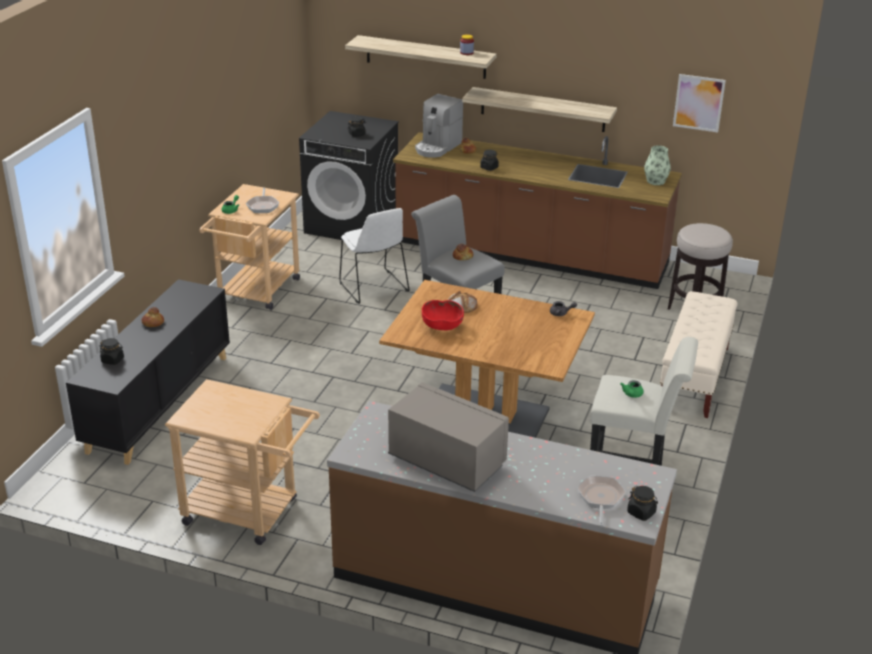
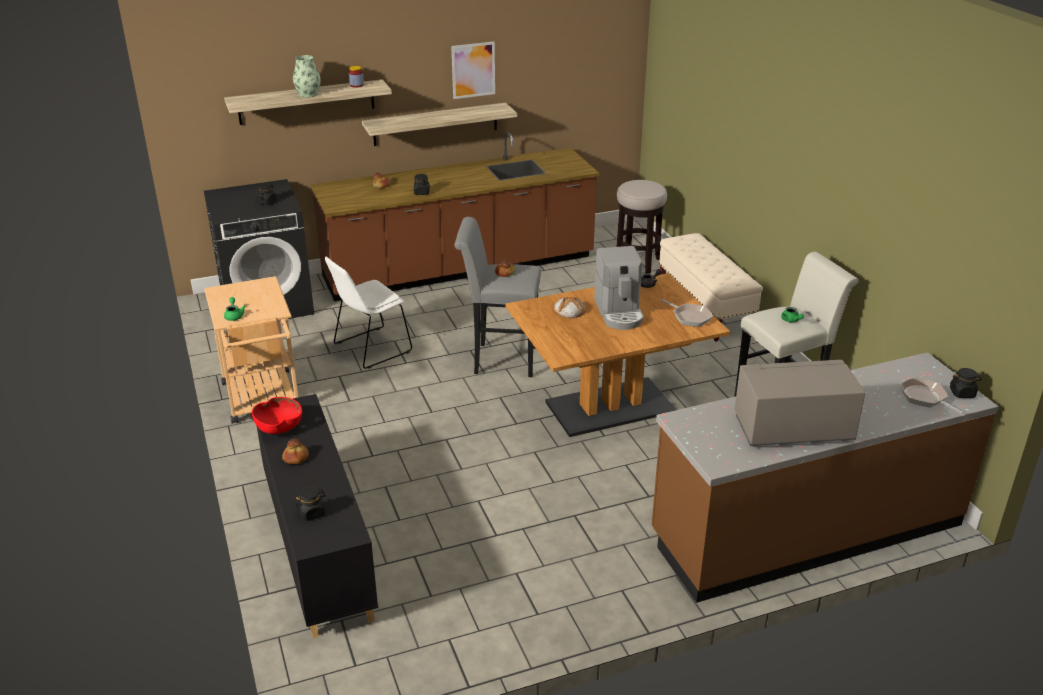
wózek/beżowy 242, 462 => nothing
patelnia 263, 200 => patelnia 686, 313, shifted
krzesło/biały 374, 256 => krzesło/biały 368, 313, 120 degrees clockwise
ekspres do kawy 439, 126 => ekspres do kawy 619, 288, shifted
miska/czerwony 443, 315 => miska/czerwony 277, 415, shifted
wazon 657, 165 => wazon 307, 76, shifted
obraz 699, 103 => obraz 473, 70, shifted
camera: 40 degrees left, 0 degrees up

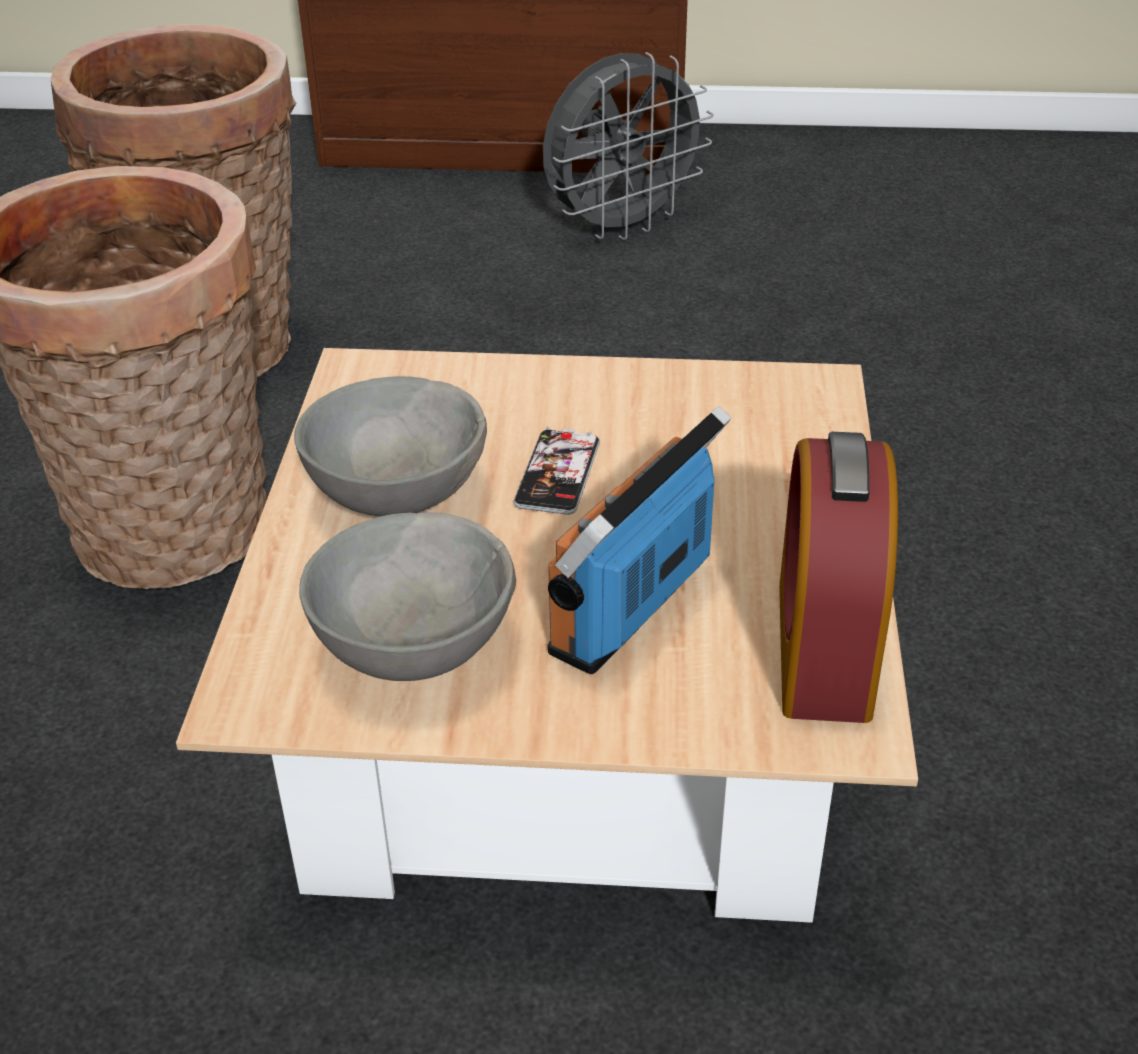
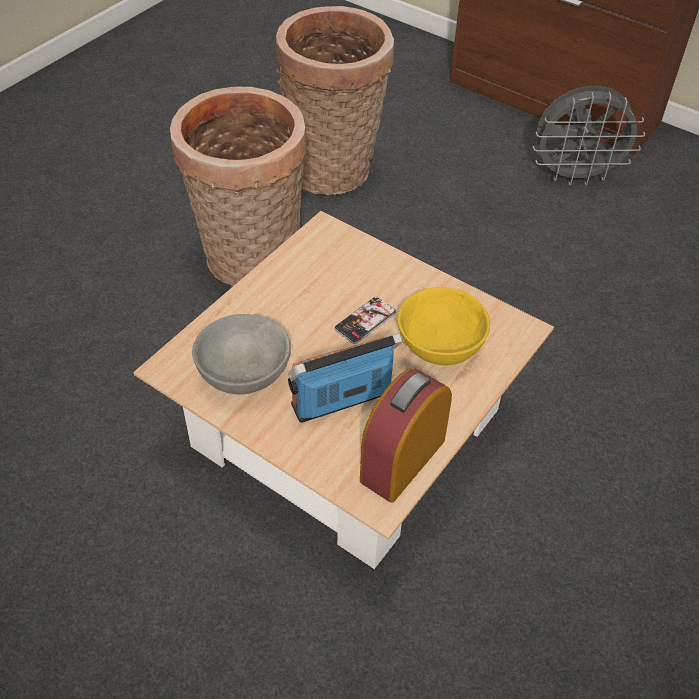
miska/szary 390, 446 => nothing
nothing => miska/żółty 443, 326
camera: 30 degrees right, 10 degrees up

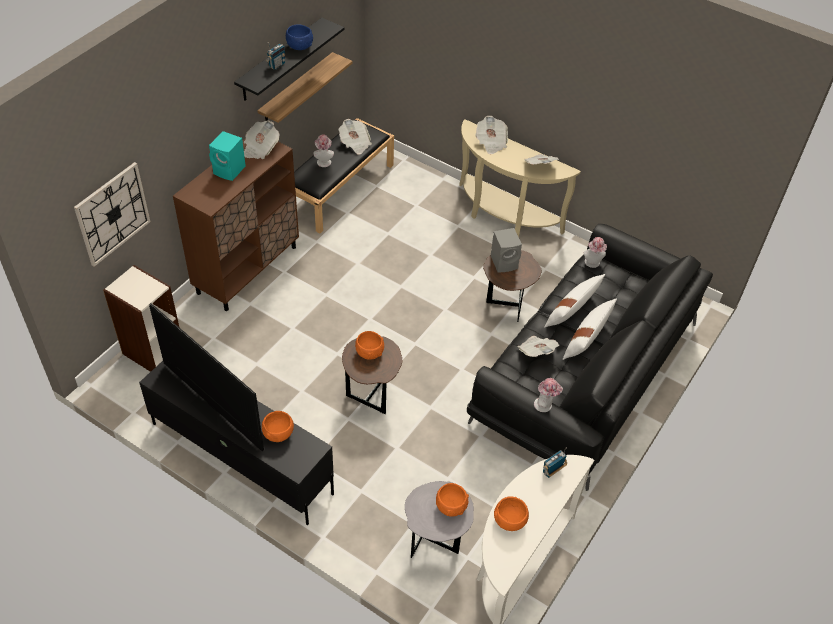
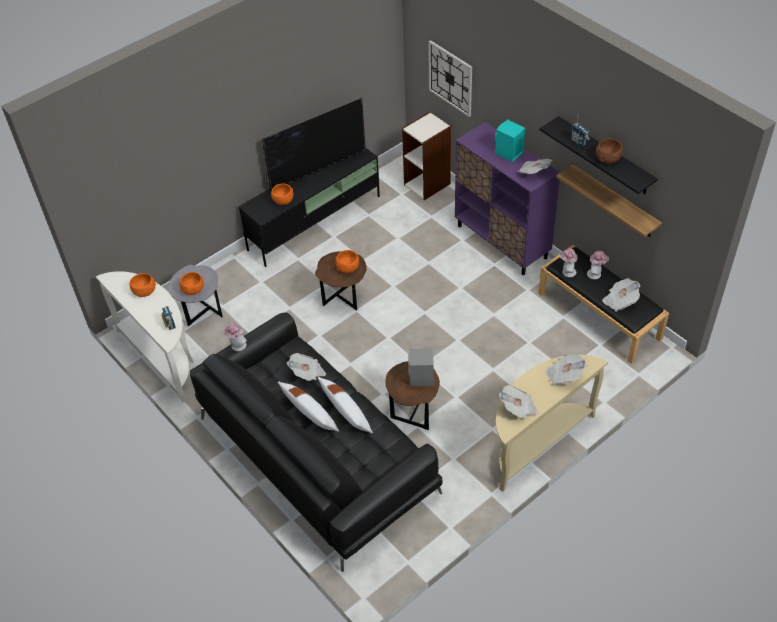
szafka/brązowy 236, 224 => szafka/fioletowy 508, 198
miska/niebieski 299, 37 => miska/brązowy 609, 151
kapelusz 595, 252 => kapelusz 568, 262, shifted
camera: 110 degrees right, 0 degrees up

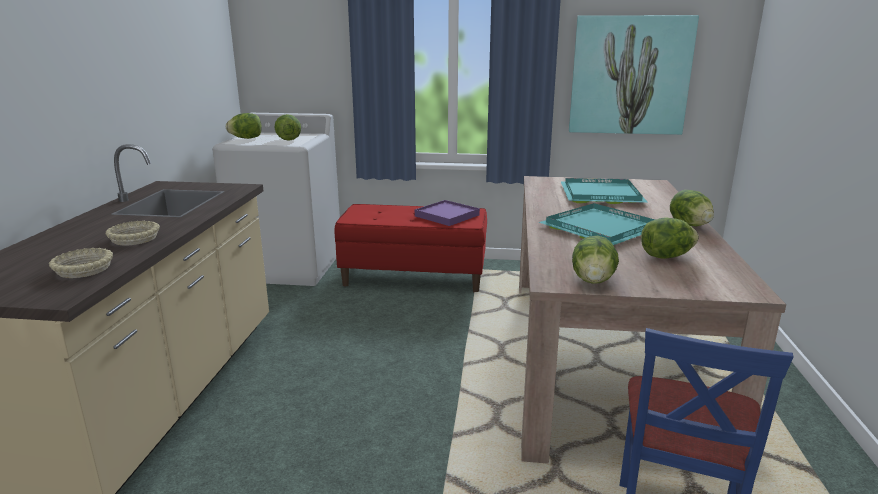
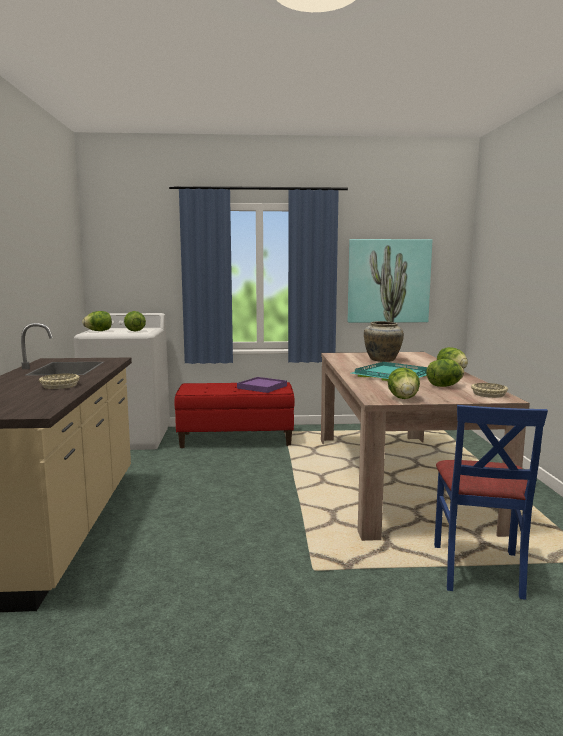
miska/beżowy 81, 263 => miska/beżowy 489, 390, shifted
taca/turkusowy 604, 191 => wazon/beżowy 384, 341
camera: 10 degrees left, 10 degrees down

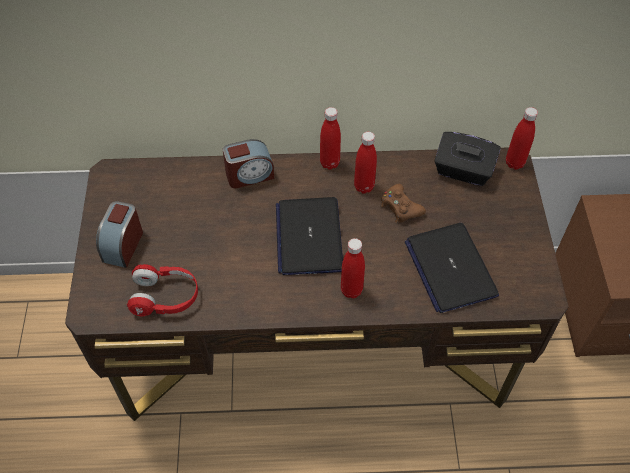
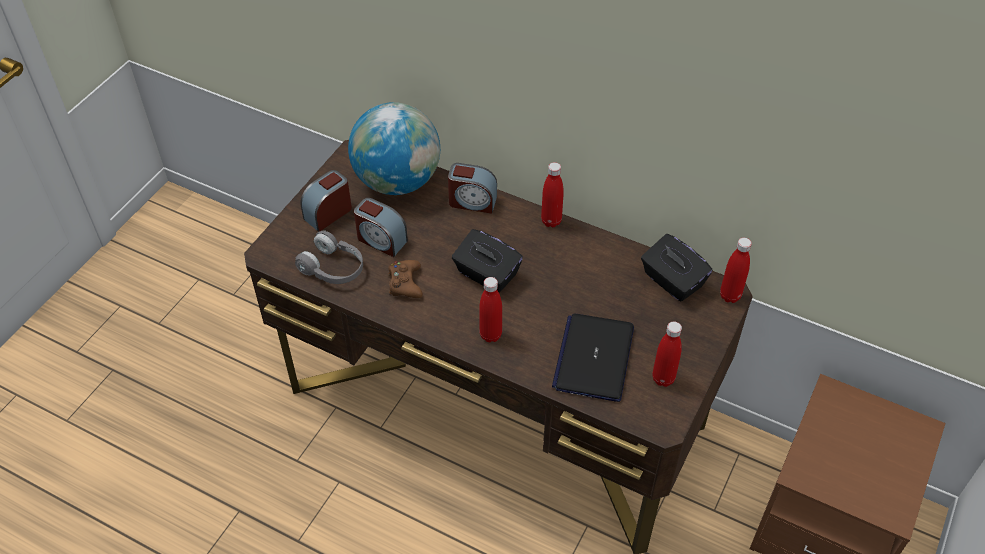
słuchawki/czerwony 162, 290 => słuchawki/szary 329, 257
laptop 309, 236 => pudełko chusteczek/czarny 487, 261
butelka/czerwony 365, 163 => butelka/czerwony 667, 354, shifted
pad do gier/brązowy 403, 203 => pad do gier/brązowy 405, 279, shifted
nothing => globus 394, 148
nothing => budzik 381, 227
camera: 30 degrees right, 5 degrees down

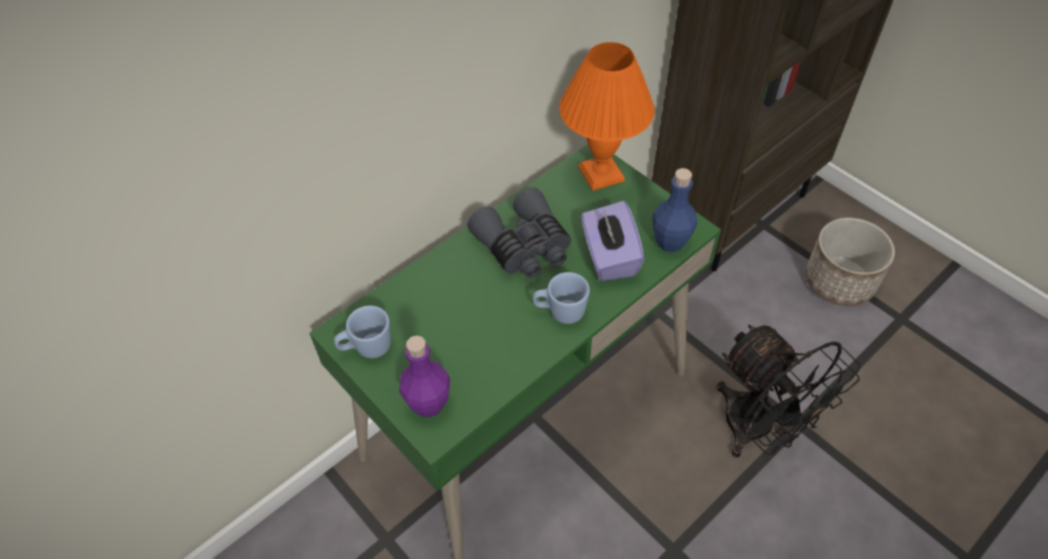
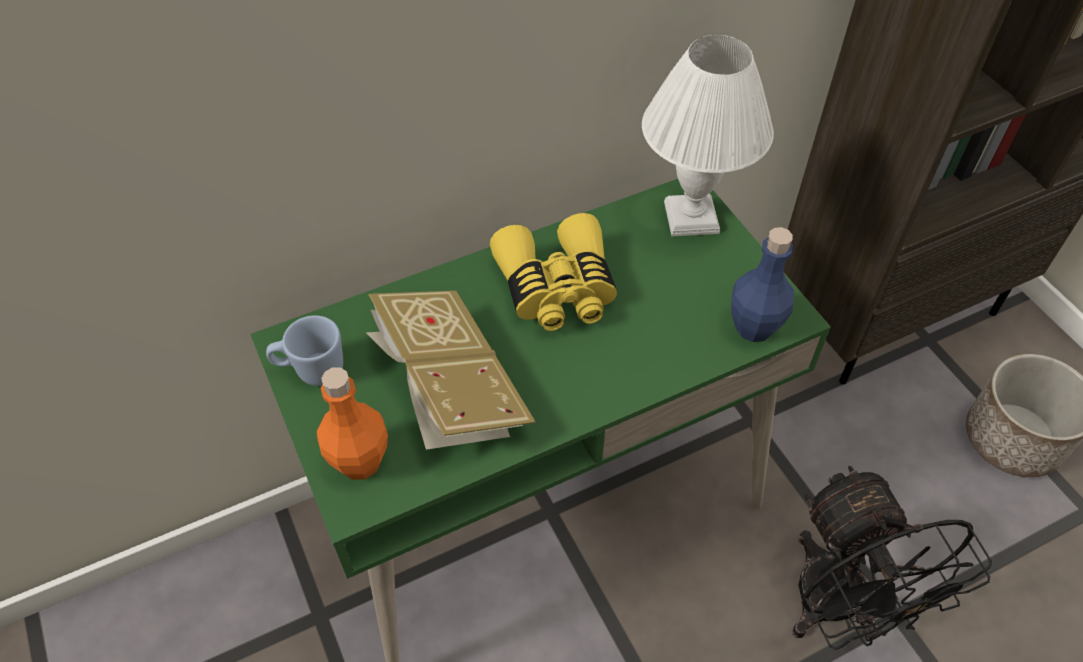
butelka/fioletowy 424, 376 => butelka/pomarańczowy 352, 423
lornetka/szary 519, 232 => lornetka/żółty 553, 272
kubek/niebieski 561, 298 => nothing
lampa stołowa/pomarańczowy 607, 116 => lampa stołowa/biały 708, 135
pudełko chusteczek/fioletowy 612, 241 => nothing
nothing => książka 451, 370
camera: 15 degrees right, 0 degrees up

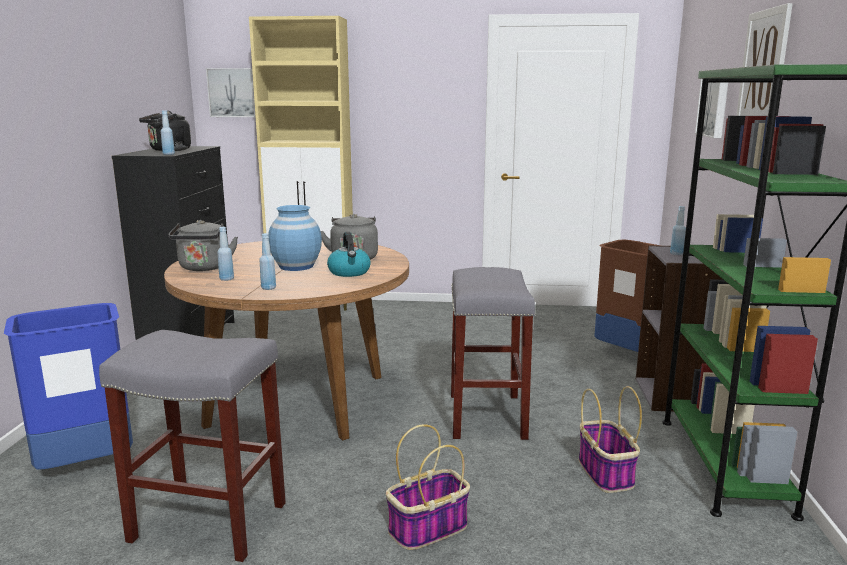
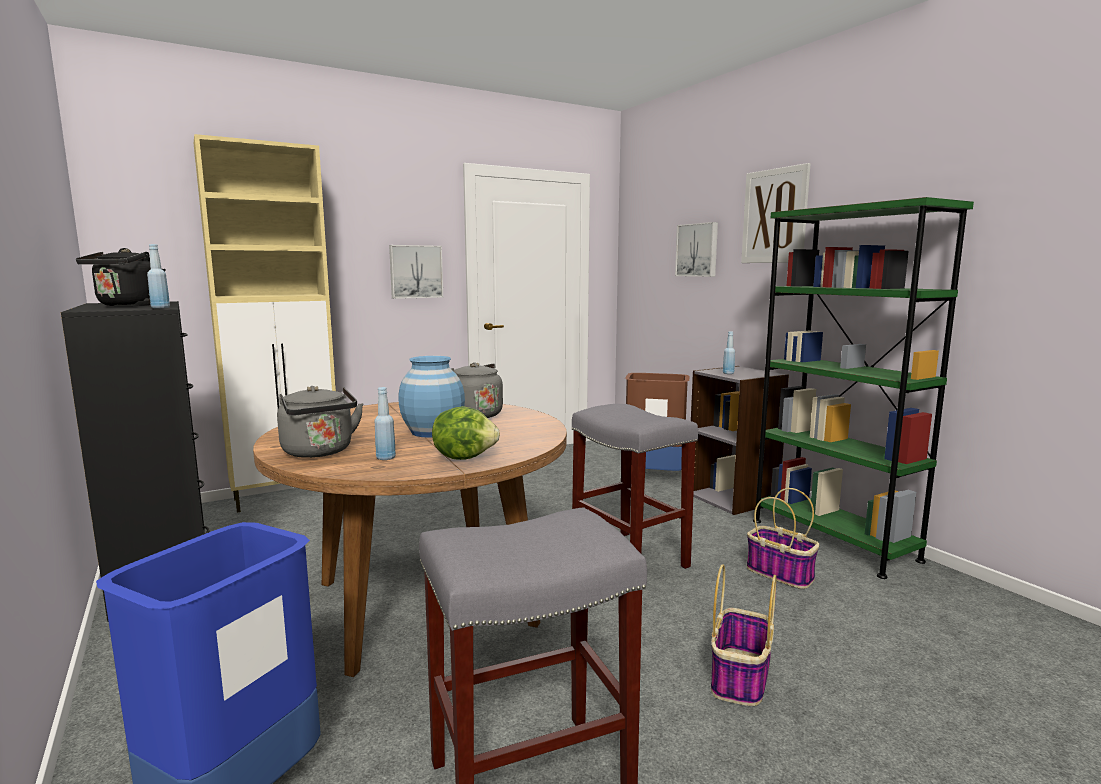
obraz 231, 92 => obraz 416, 272, shifted
butelka/niebieski 267, 261 => sałata 466, 433
czajnik 349, 254 => nothing
camera: 35 degrees left, 5 degrees down

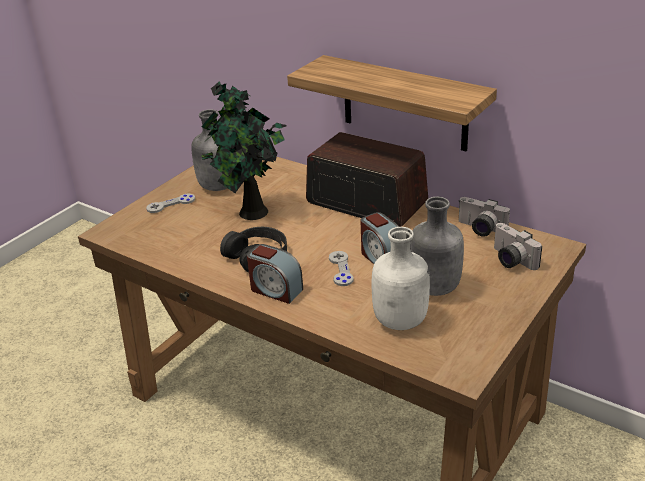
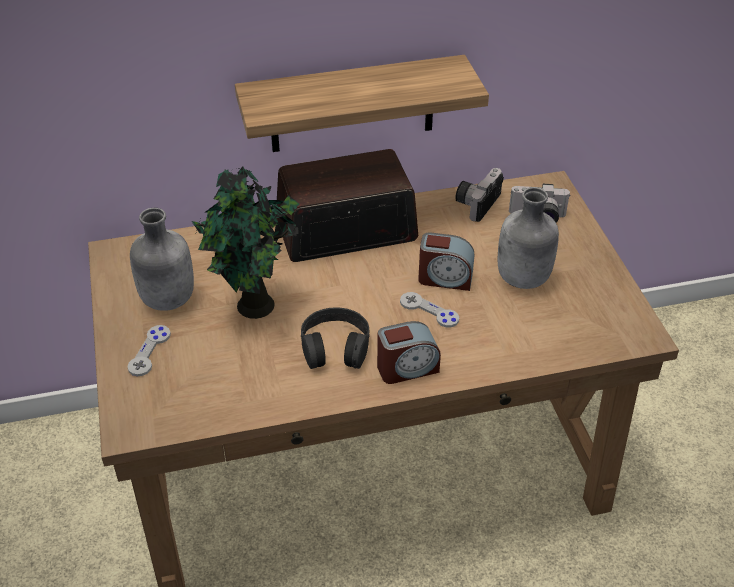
butelka/biały 401, 278 => nothing
aparat fotograficzny 484, 217 => aparat fotograficzny 479, 195, 135 degrees clockwise
camera: 50 degrees left, 10 degrees up

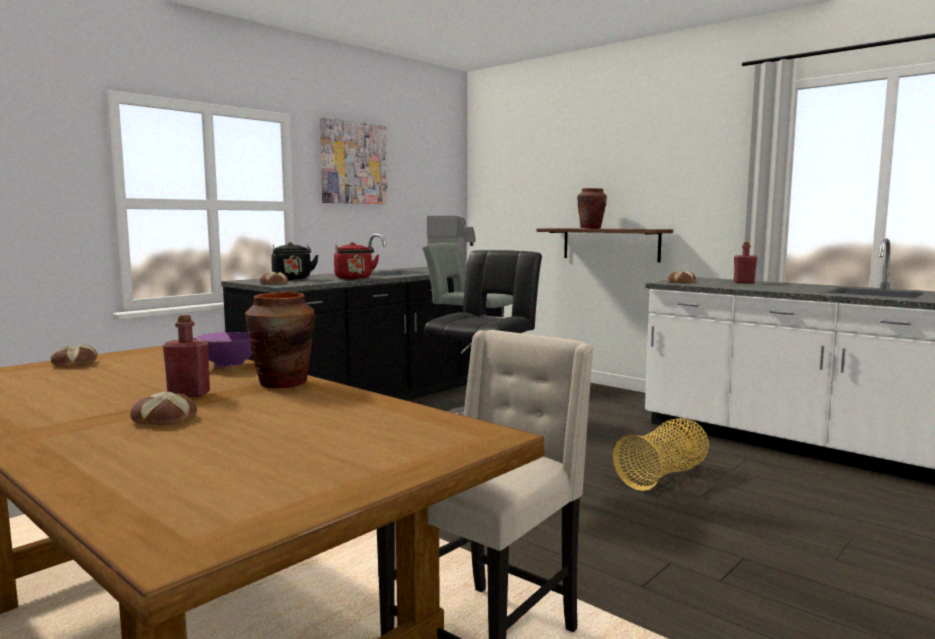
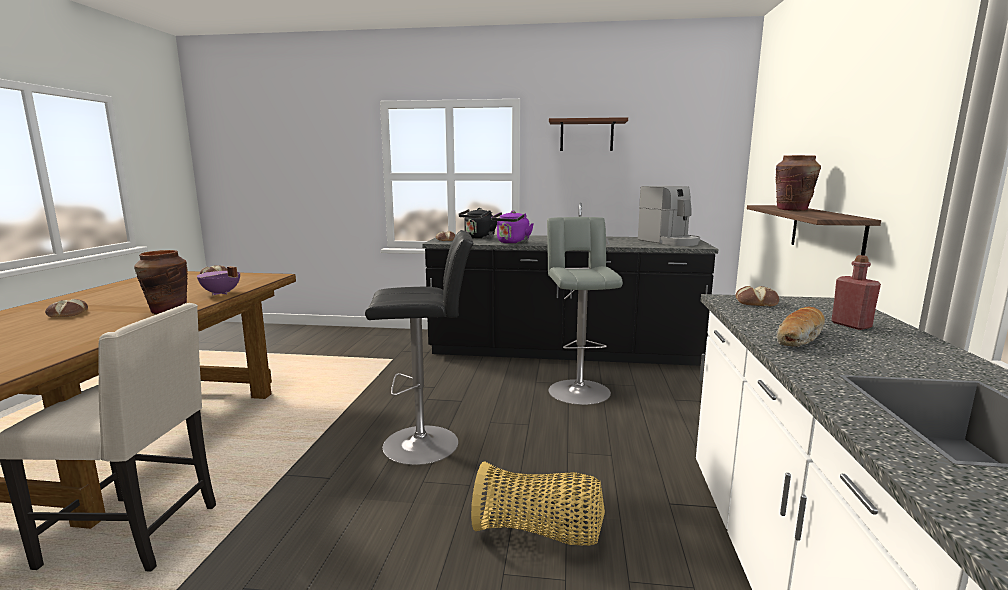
butelka/czerwony 186, 356 => nothing
obraz 354, 160 => półka/brązowy 588, 134
czajnik/czerwony 356, 260 => czajnik/fioletowy 512, 227
nothing => chleb 801, 327
camera: 55 degrees right, 5 degrees up

